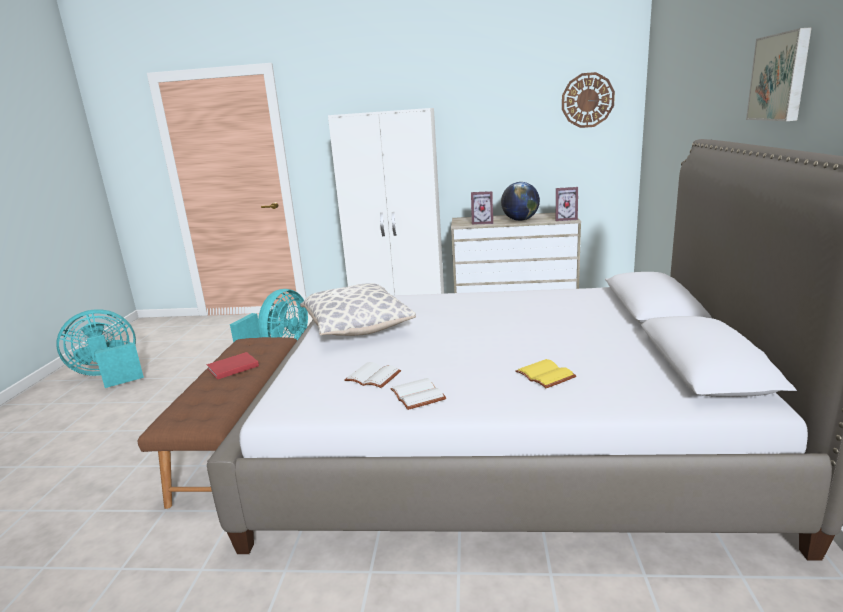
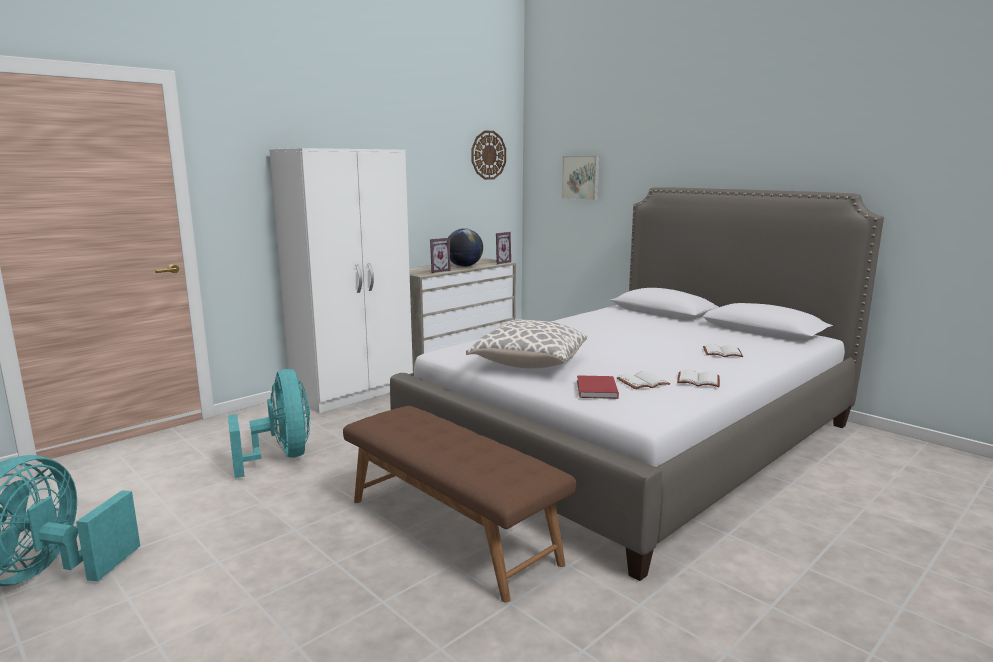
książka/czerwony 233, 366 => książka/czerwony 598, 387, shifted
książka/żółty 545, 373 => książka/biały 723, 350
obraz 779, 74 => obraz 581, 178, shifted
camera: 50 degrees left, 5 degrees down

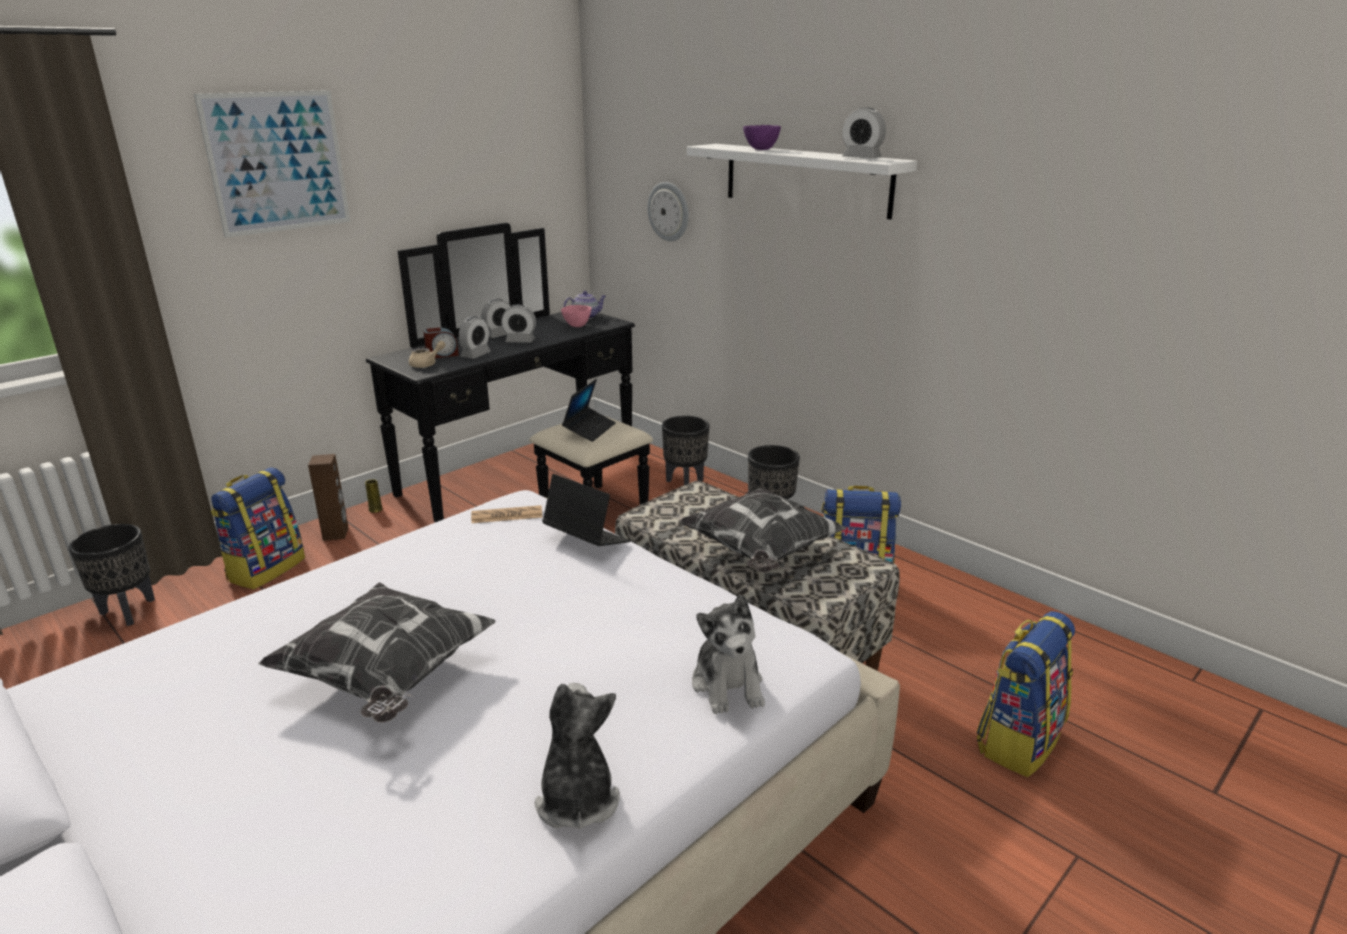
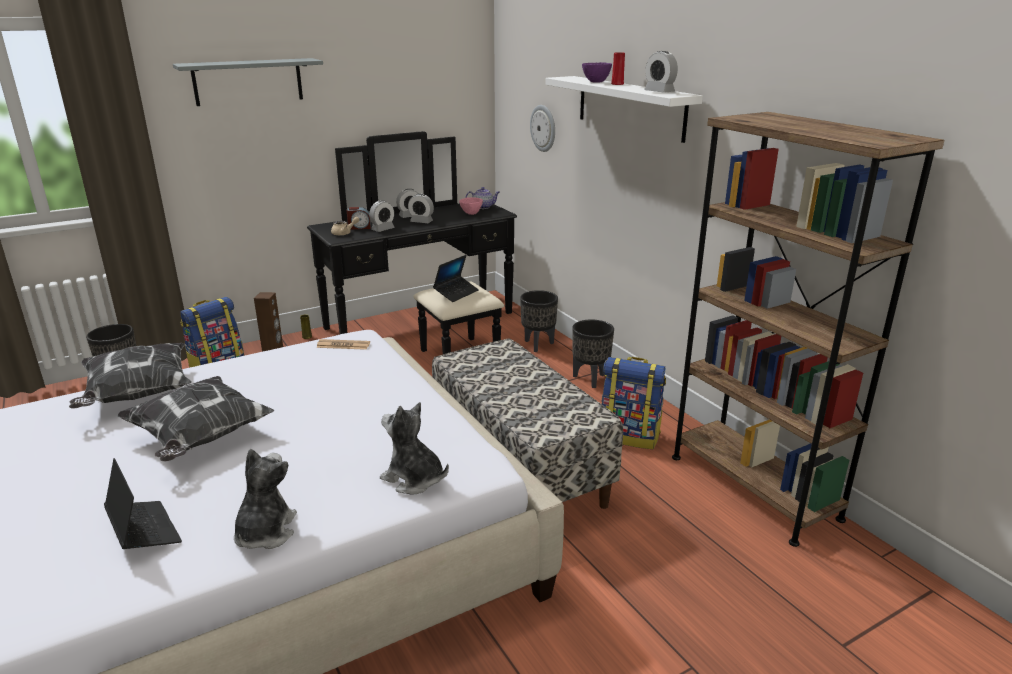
obraz 272, 163 => półka/szary 248, 82
laptop 586, 510 => laptop 143, 503, shifted
poduszka 762, 530 => poduszka 130, 376, shifted
pluszak 728, 654 => pluszak 414, 448, 120 degrees clockwise
plecak 1025, 694 => nothing
nothing => wazon/czerwony 618, 68
nothing => regał/brązowy 808, 329
camera: 15 degrees right, 0 degrees up

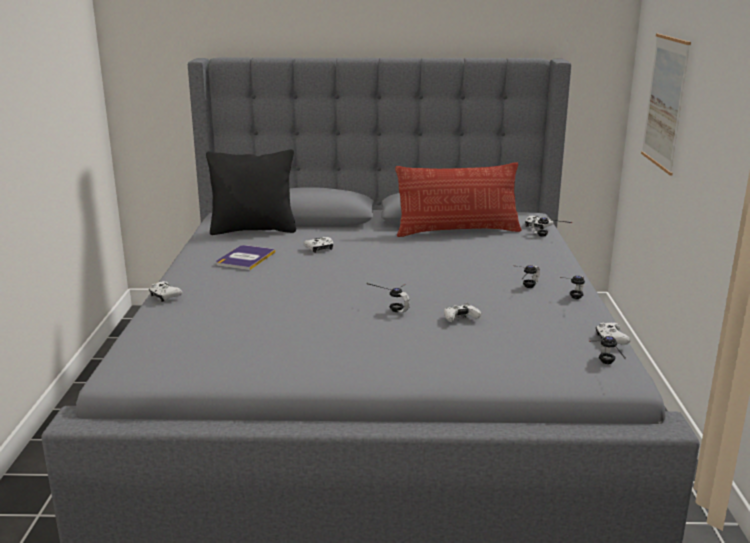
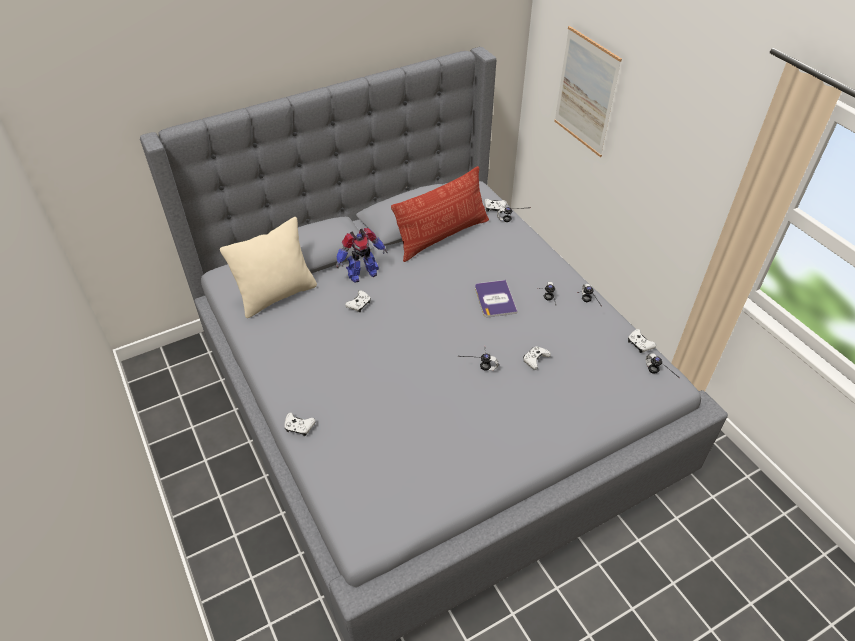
poduszka/czarny 251, 192 => poduszka/beżowy 268, 267
książka 245, 257 => książka 496, 298, shifted
nothing => robot zabawkowy 362, 255
camera: 30 degrees left, 25 degrees up

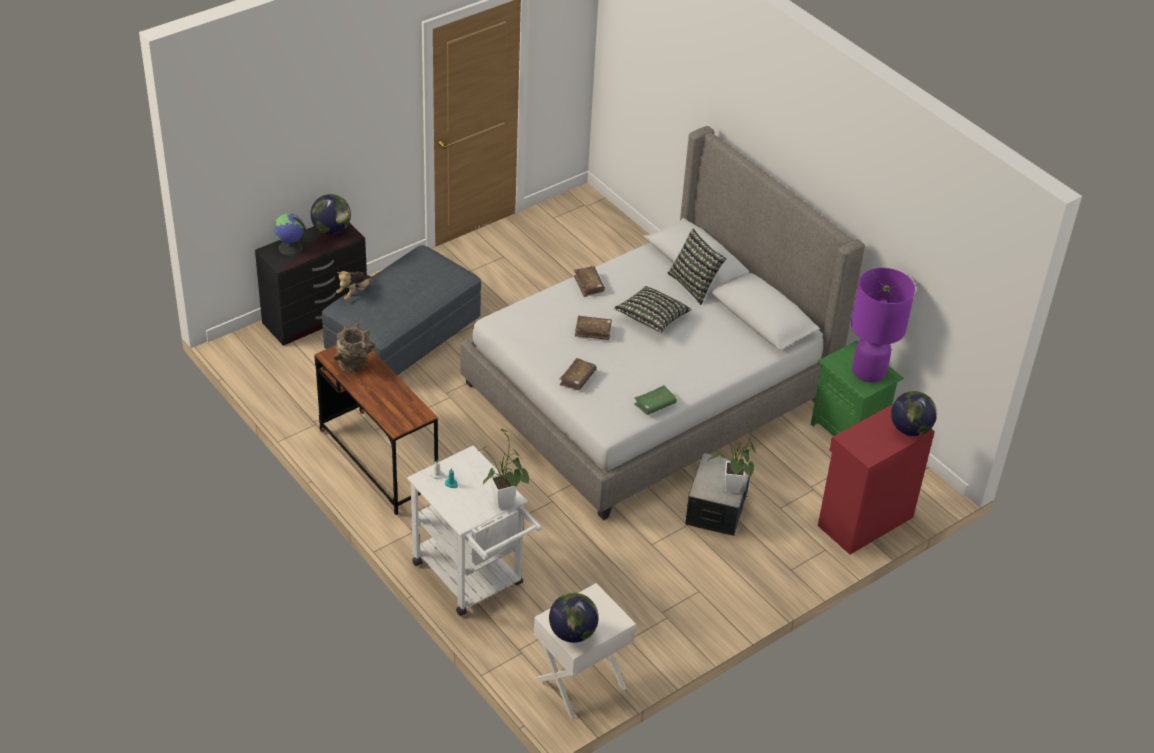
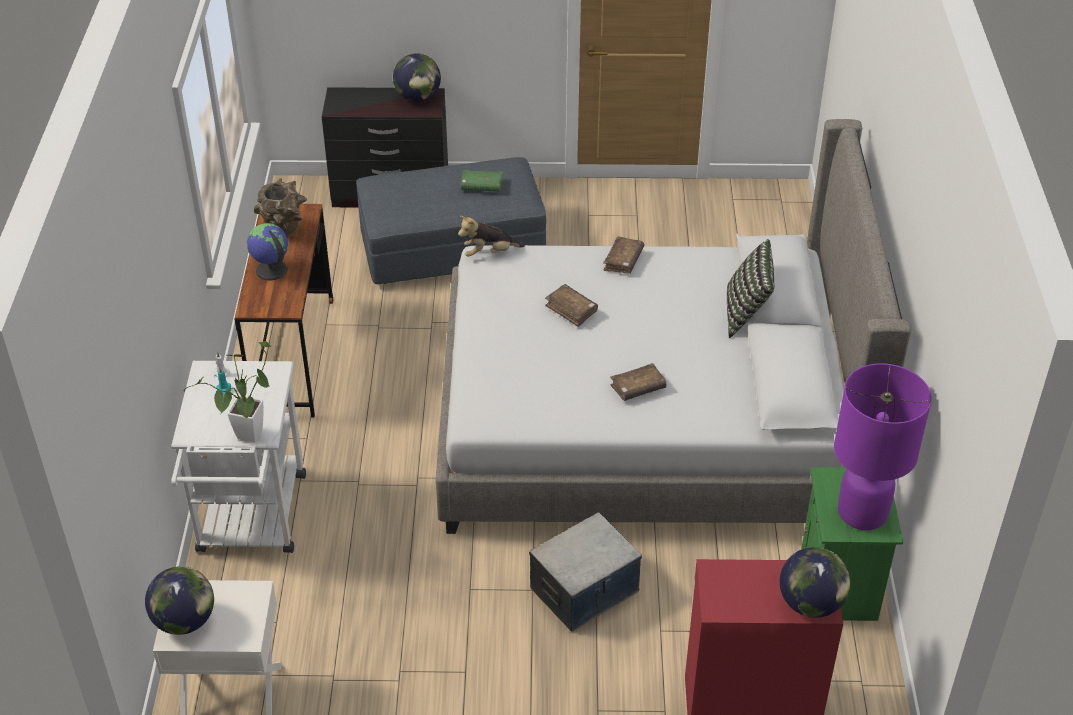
globus 290, 234 => globus 267, 252, shifted
pluszak 354, 285 => pluszak 491, 236, shifted
książka/brązowy 578, 374 => książka/brązowy 638, 382, shifted
poduszka 652, 309 => nothing
książka/zielony 655, 400 => książka/zielony 482, 181, shifted
roślina doniczkowa 731, 457 => nothing
camera: 40 degrees right, 0 degrees up

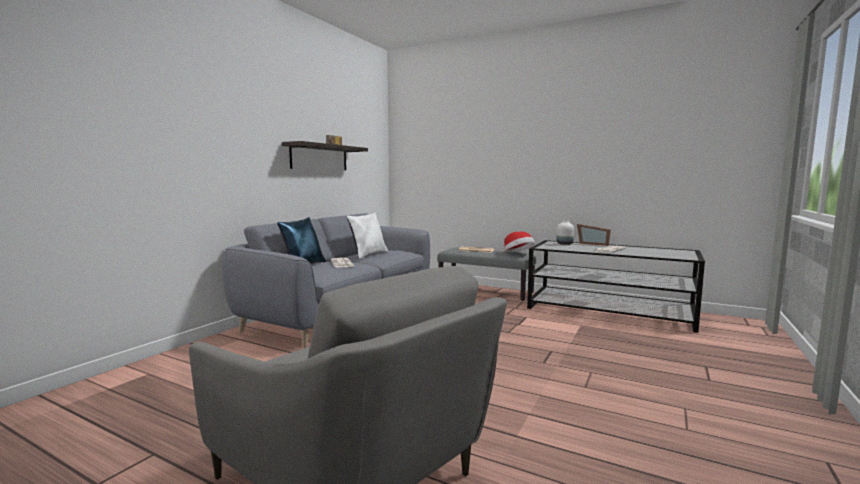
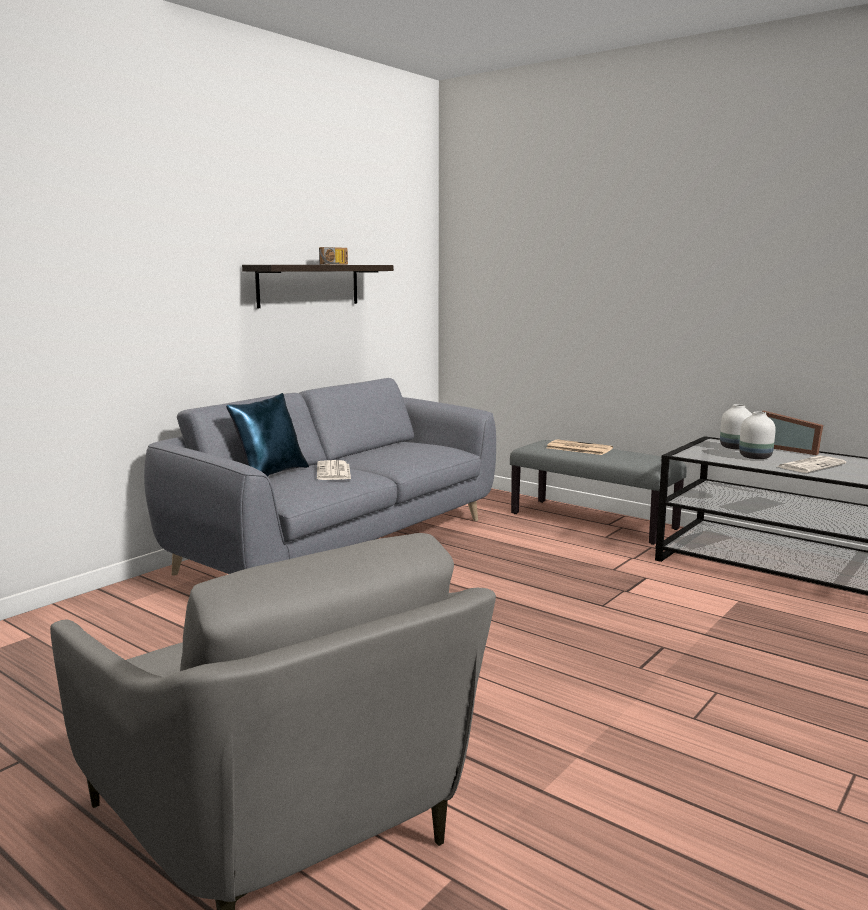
poduszka/biały 367, 236 => nothing
kapelusz 519, 242 => nothing
nothing => wazon/biały 757, 435
camera: 10 degrees right, 5 degrees up

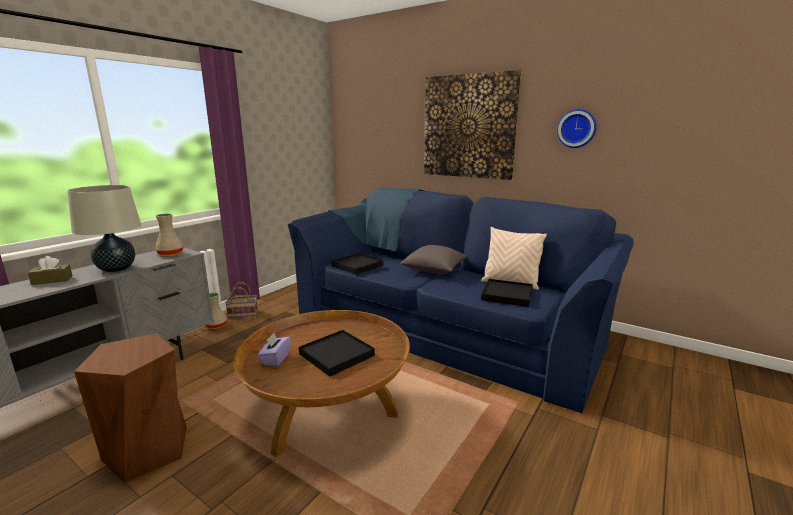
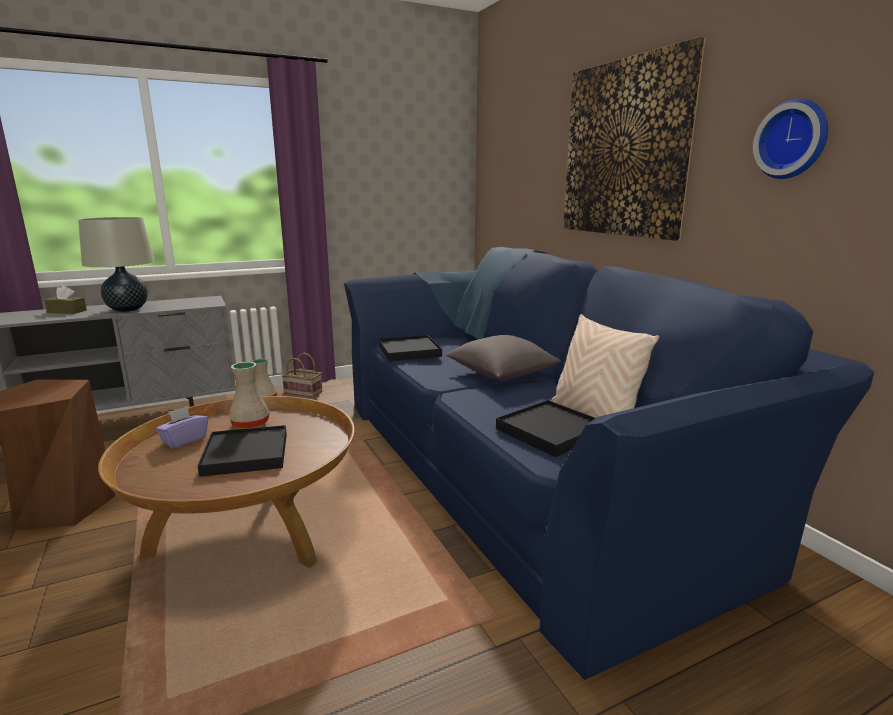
wazon/beżowy 169, 234 => wazon/beżowy 249, 395, shifted
camera: 30 degrees right, 0 degrees up

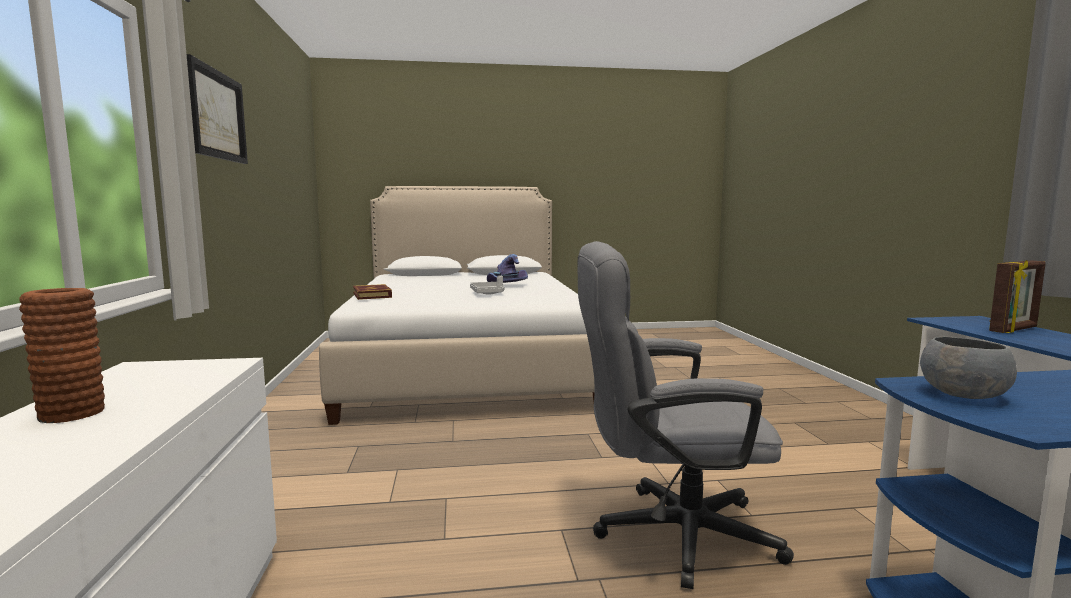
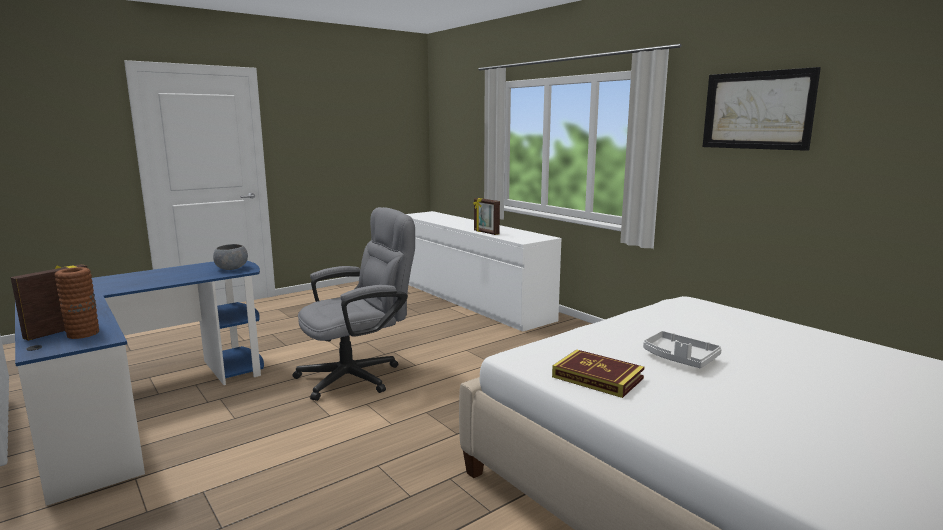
wazon/brązowy 62, 355 => wazon/brązowy 76, 303, shifted
książka 372, 292 => książka 598, 374, shifted
kapelusz/fioletowy 507, 268 => nothing
nothing => ramka na zdjęcie 486, 216
camera: 150 degrees right, 5 degrees up

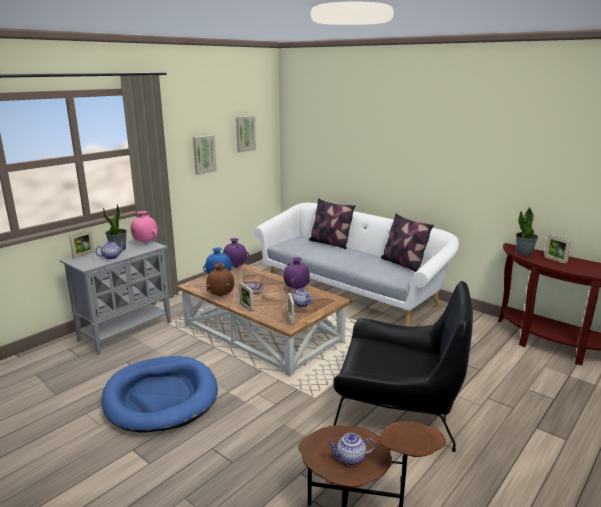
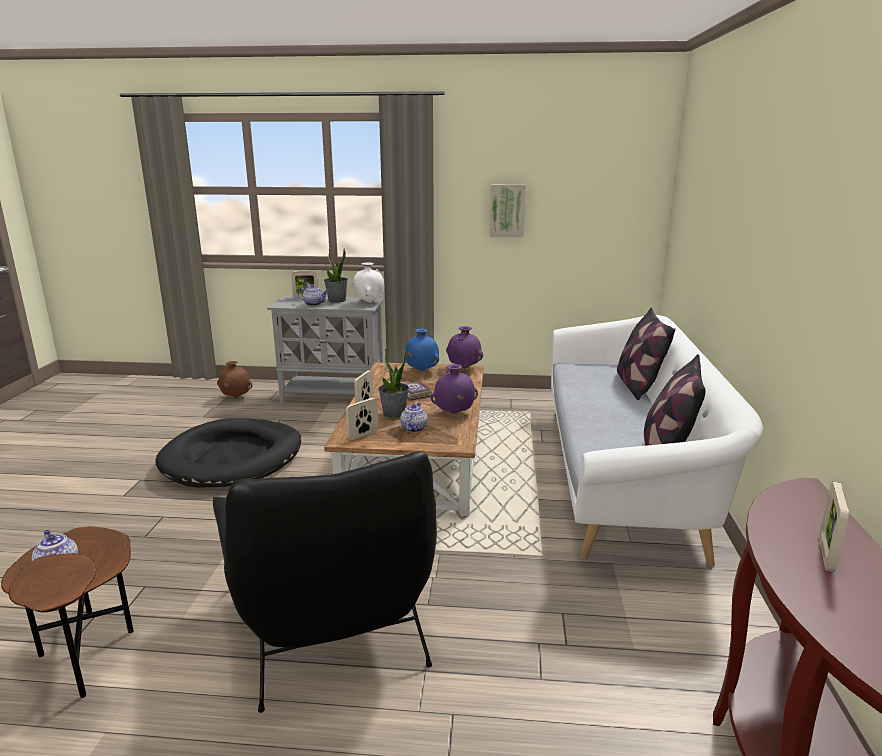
legowisko/niebieski 159, 394 => legowisko/czarny 228, 453
wazon/różowy 144, 227 => wazon/biały 368, 283
wazon/brązowy 220, 280 => wazon/brązowy 234, 379, shifted
obraz 246, 134 => nothing
roślina doniczkowa 527, 231 => roślina doniczkowa 393, 383, shifted
camera: 55 degrees right, 0 degrees up

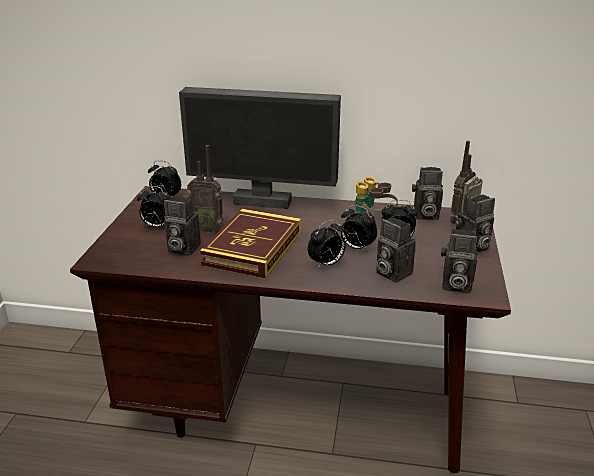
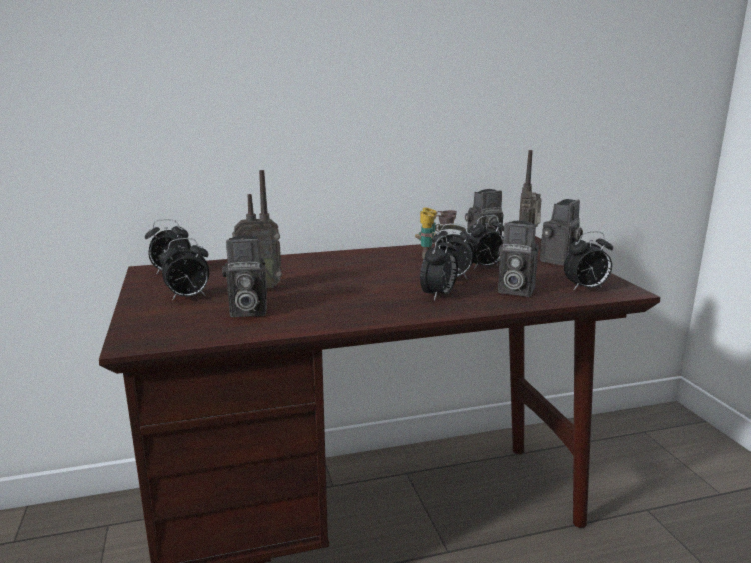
monitor 260, 148 => nothing
książka 250, 244 => nothing
aparat fotograficzny 459, 261 => budzik 588, 261
camera: 25 degrees left, 10 degrees down

